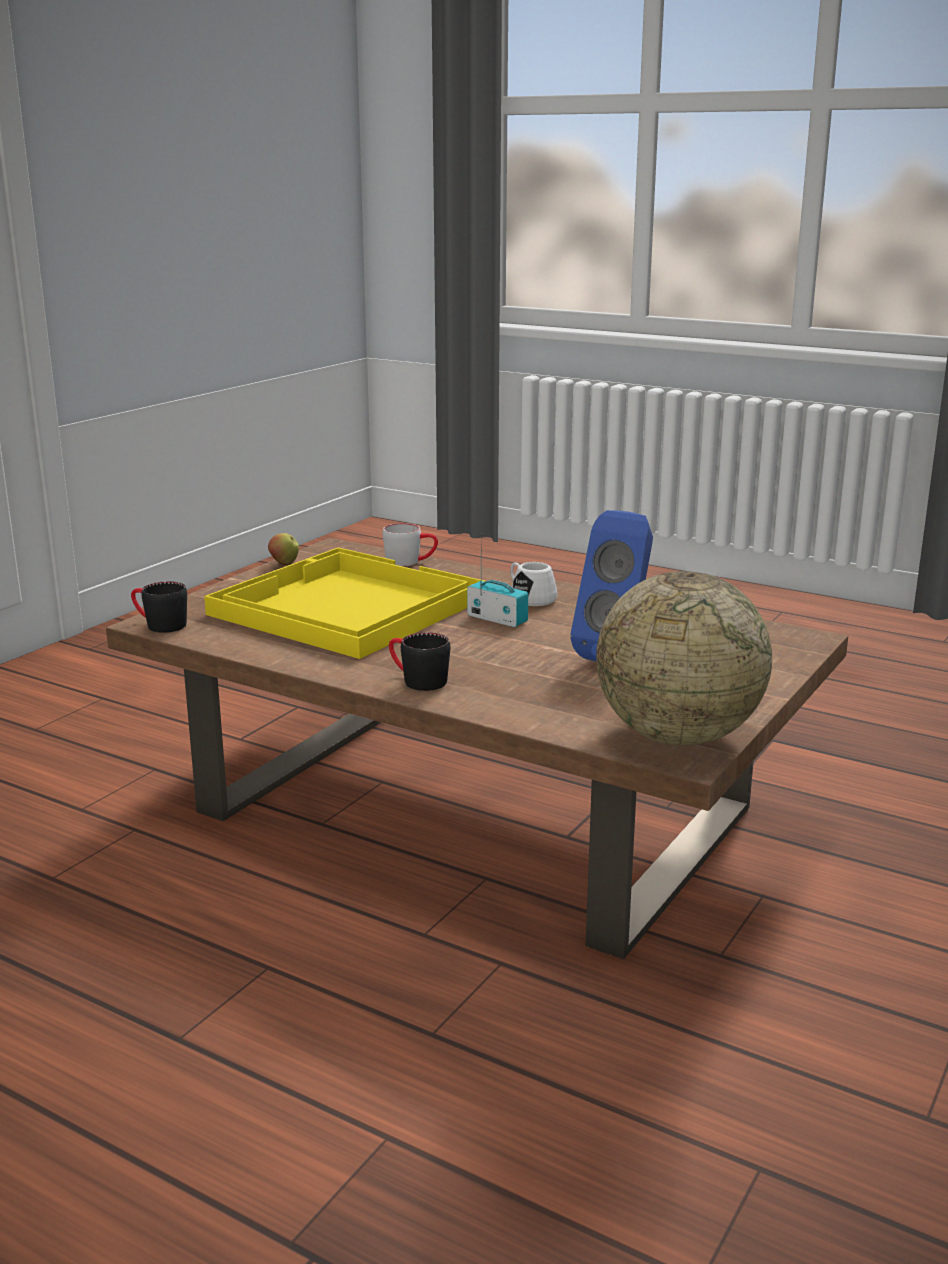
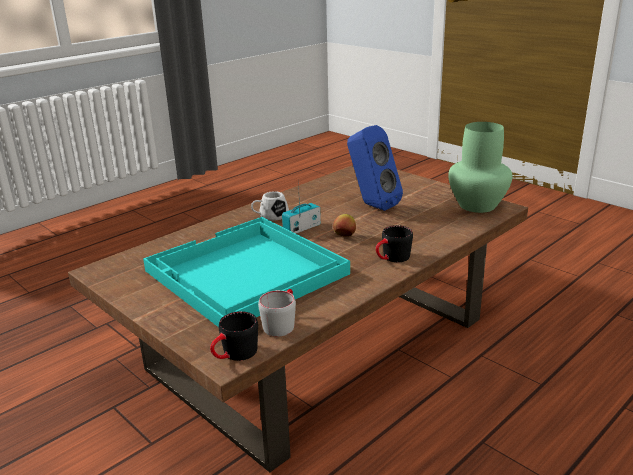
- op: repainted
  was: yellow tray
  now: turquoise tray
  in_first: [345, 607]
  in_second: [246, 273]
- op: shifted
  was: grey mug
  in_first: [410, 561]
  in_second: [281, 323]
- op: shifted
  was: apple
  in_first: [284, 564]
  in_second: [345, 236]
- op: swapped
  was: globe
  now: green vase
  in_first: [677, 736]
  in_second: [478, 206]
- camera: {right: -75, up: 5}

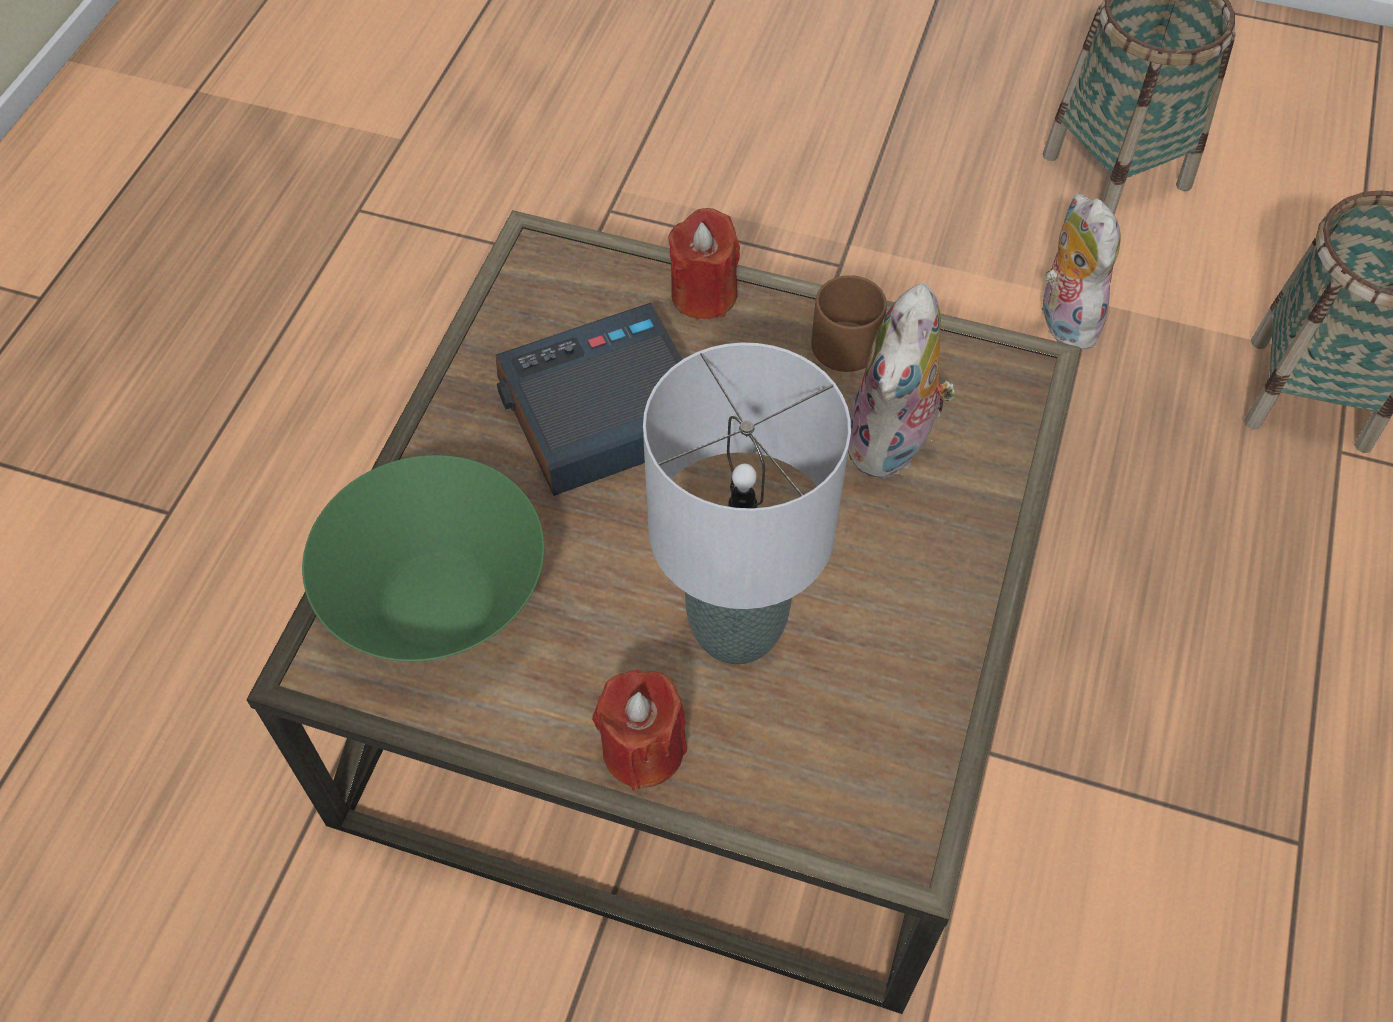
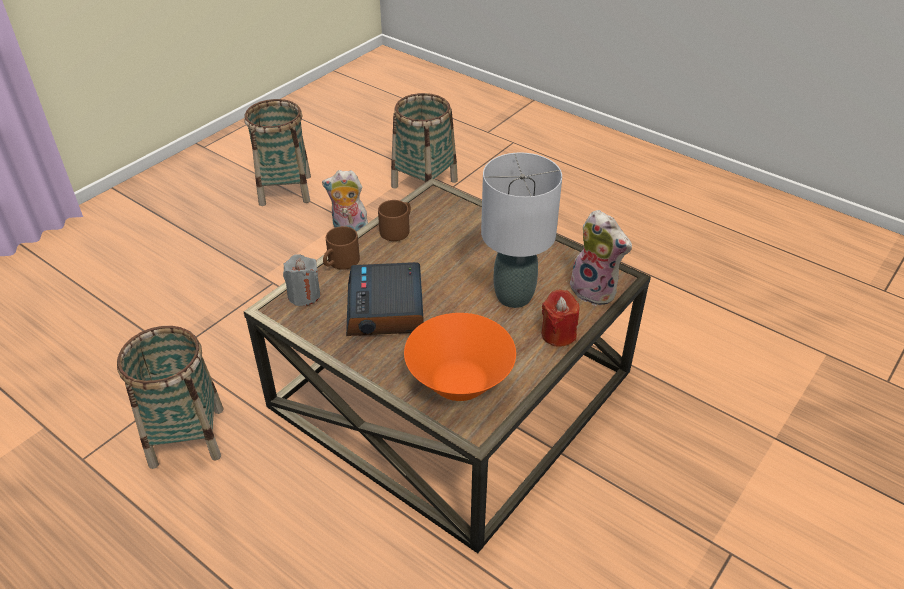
- op: new
  now: basket
  in_second: [187, 437]
- op: new
  now: grey candle
  in_second: [304, 295]
- op: swapped
  was: red candle
  now: brown mug
  in_first: [704, 294]
  in_second: [340, 263]
- op: repainted
  was: green bowl
  now: orange bowl
  in_first: [438, 602]
  in_second: [459, 383]
- op: shifted
  was: plush toy
  in_first: [892, 444]
  in_second: [596, 290]
- camera: {right: -70, up: -15}

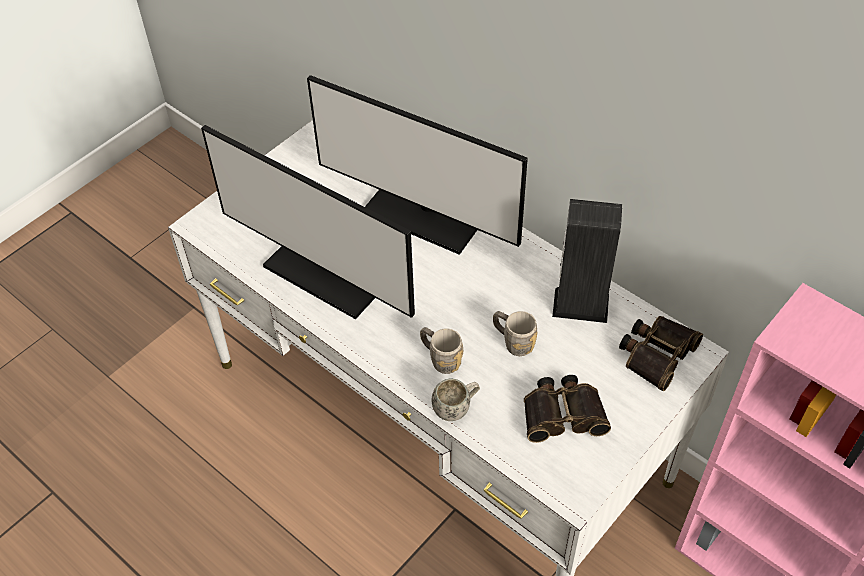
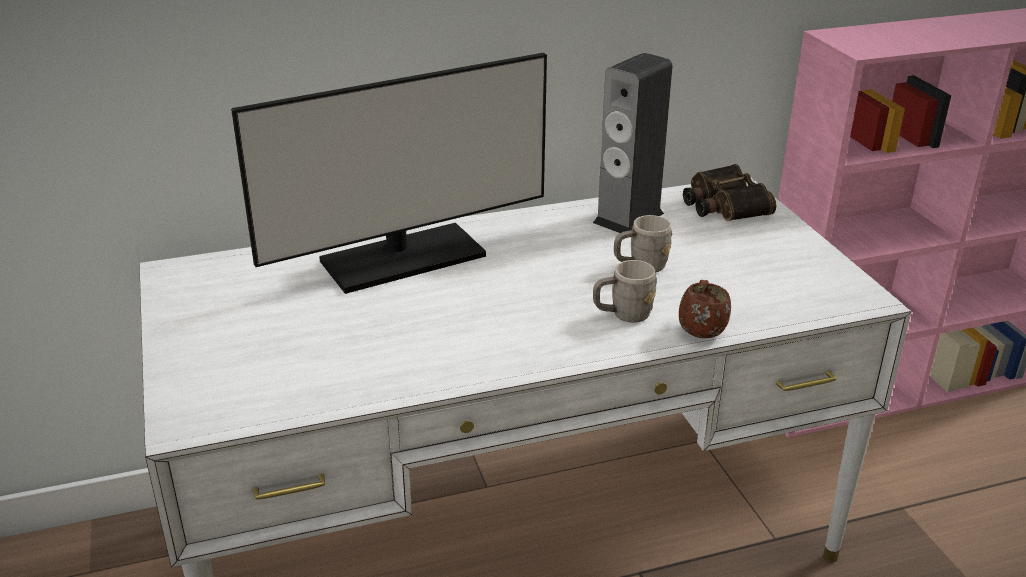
- op: repainted
  was: white mug
  now: brown mug
  in_first: [456, 408]
  in_second: [701, 328]
- op: gone
  was: monitor
  in_first: [325, 275]
- op: gone
  was: binoculars
  in_first: [563, 413]
- camera: {right: -60, up: -20}

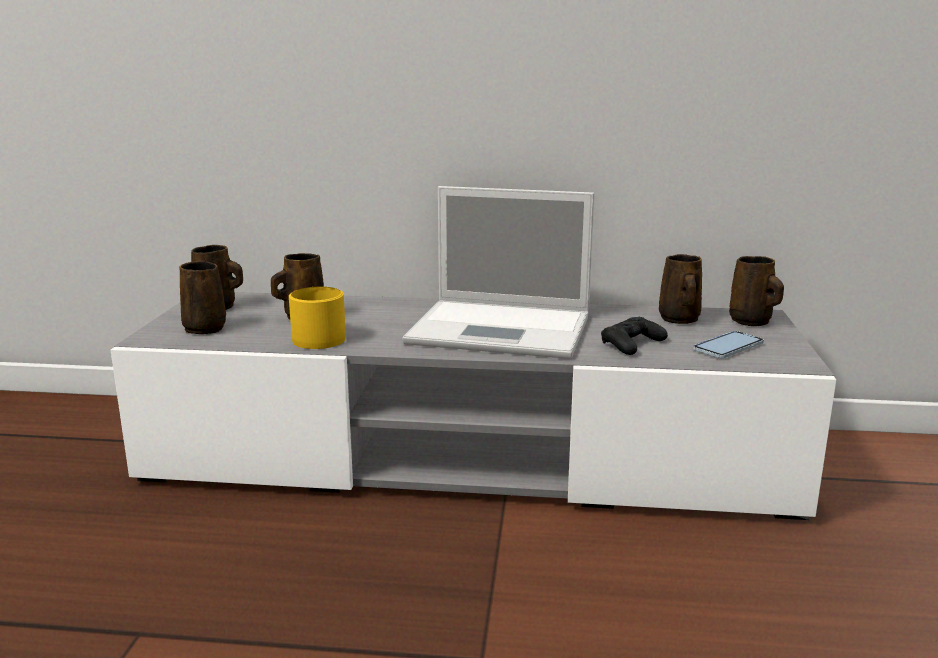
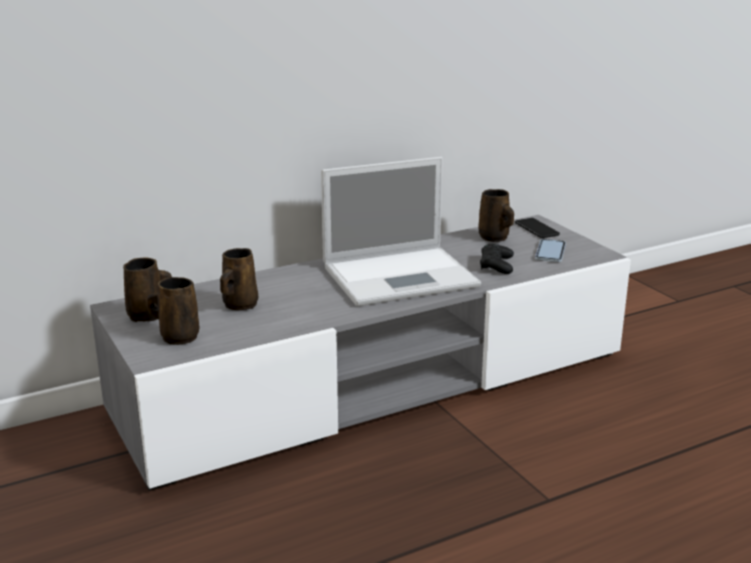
- op: swapped
  was: brown mug
  now: phone
  in_first: [751, 322]
  in_second: [536, 229]
- op: gone
  was: yellow mug
  in_first: [320, 337]
- camera: {right: -35, up: 5}

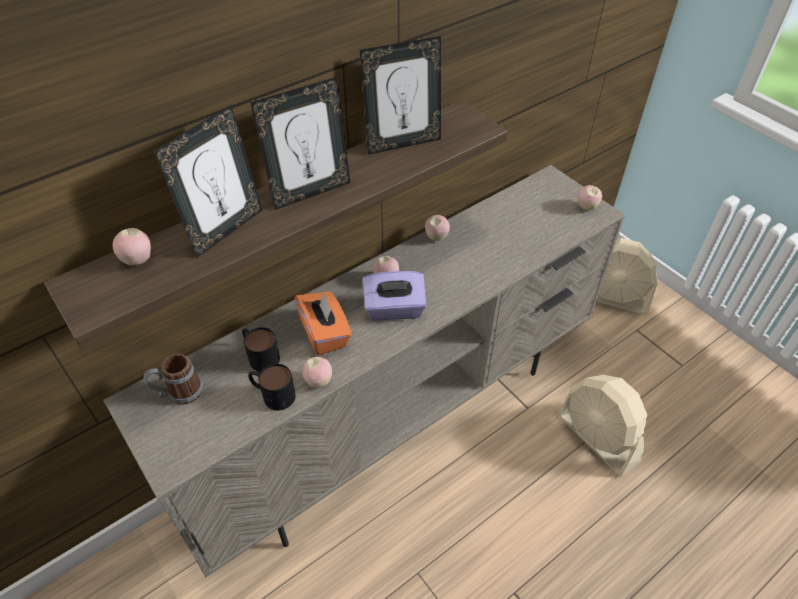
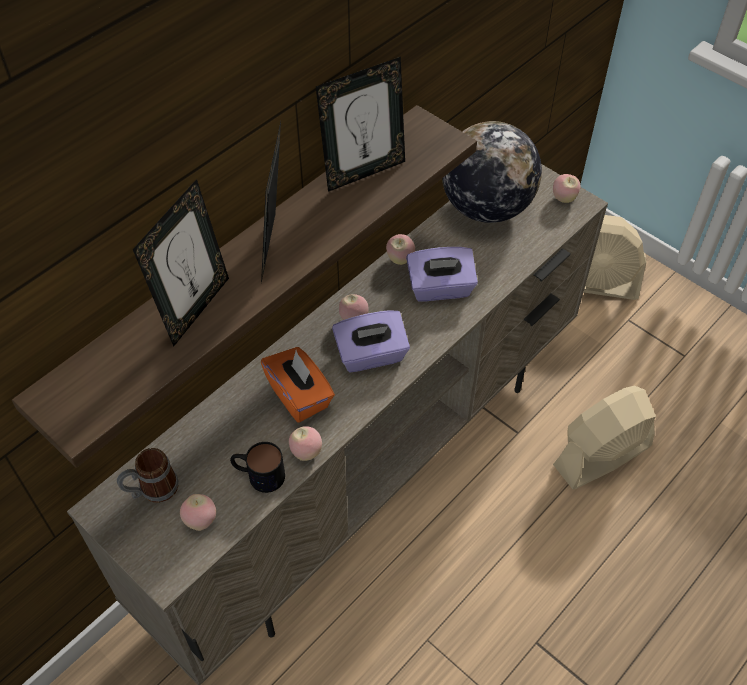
- op: shifted
  was: apple
  in_first: [138, 260]
  in_second: [201, 520]
- op: rotated
  was: picture frame
  in_first: [310, 192]
  in_second: [276, 248]
  clockwise: 135
- op: new
  now: purple tissue box
  in_second: [440, 288]
- op: new
  now: globe
  in_second: [486, 207]
- op: rotated
  was: beige fan
  in_first: [597, 438]
  in_second: [601, 456]
  clockwise: 105
- op: gone
  was: mug
  in_first: [260, 355]
- camera: {right: -10, up: 5}

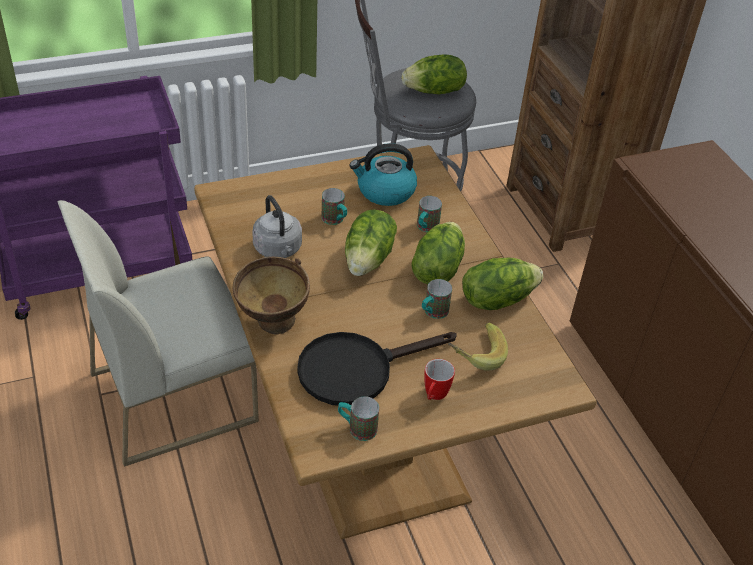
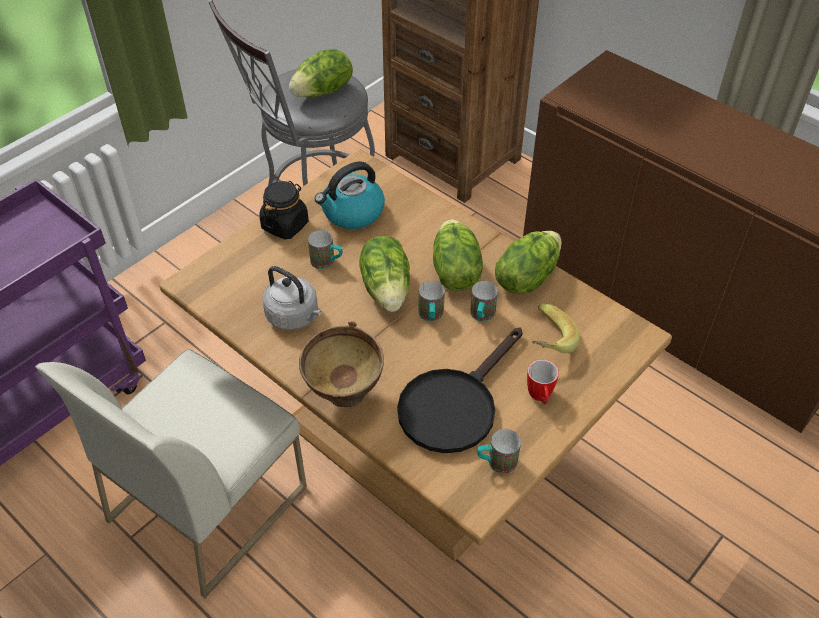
- op: new
  now: black jar
  in_second: [285, 225]
- op: shifted
  was: mug
  in_first: [425, 228]
  in_second: [431, 317]
- camera: {right: -25, up: 5}

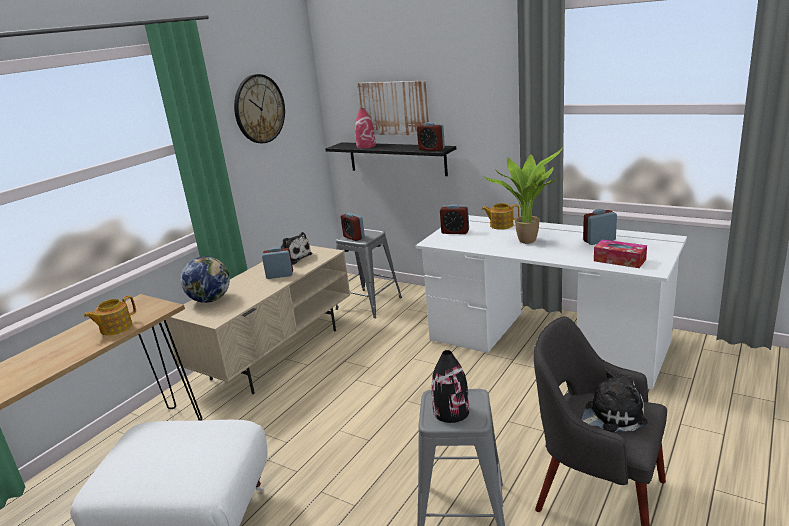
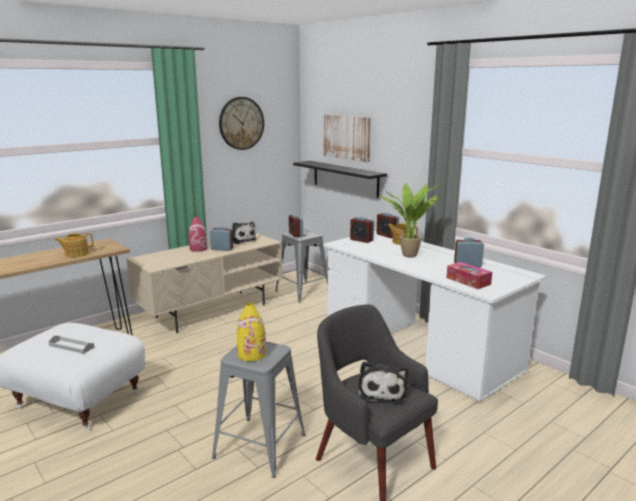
- op: new
  now: grey tray
  in_second: [71, 346]
- op: shifted
  was: red vase
  in_first: [366, 146]
  in_second: [198, 249]
- op: repainted
  was: black vase
  now: yellow vase
  in_first: [451, 411]
  in_second: [252, 354]
- op: rotated
  was: plush toy
  in_first: [611, 415]
  in_second: [382, 391]
  clockwise: 90
- op: shifted
  was: alarm clock
  in_first: [431, 149]
  in_second: [387, 235]
- op: gone
  was: globe
  in_first: [210, 300]
- camera: {right: 15, up: -5}

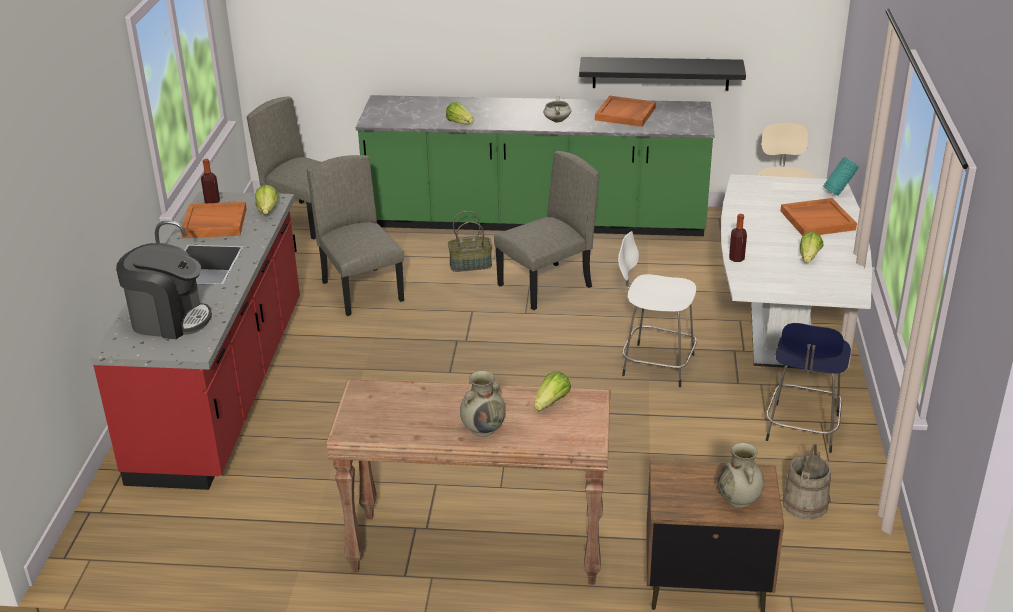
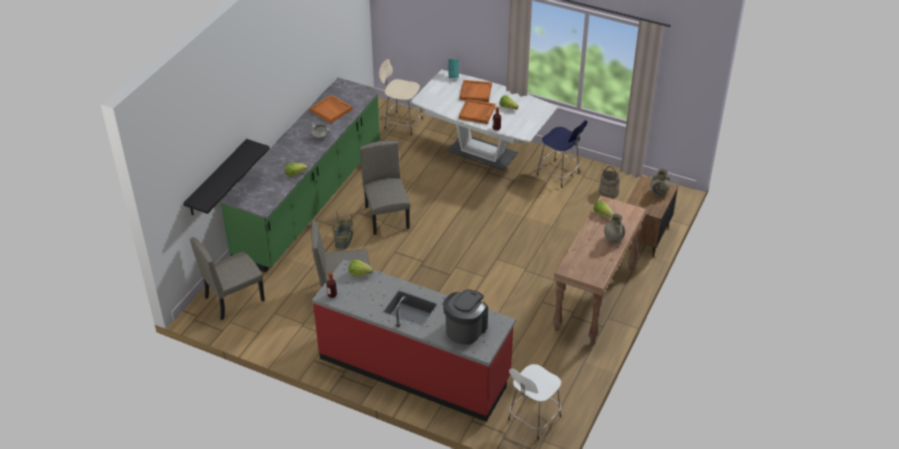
- op: shifted
  was: black shelf
  in_first: [660, 73]
  in_second: [217, 178]
- op: shifted
  was: orange tray
  in_first: [214, 223]
  in_second: [477, 113]
- op: shifted
  was: white stool
  in_first: [655, 364]
  in_second: [533, 419]
- camera: {right: -70, up: 10}

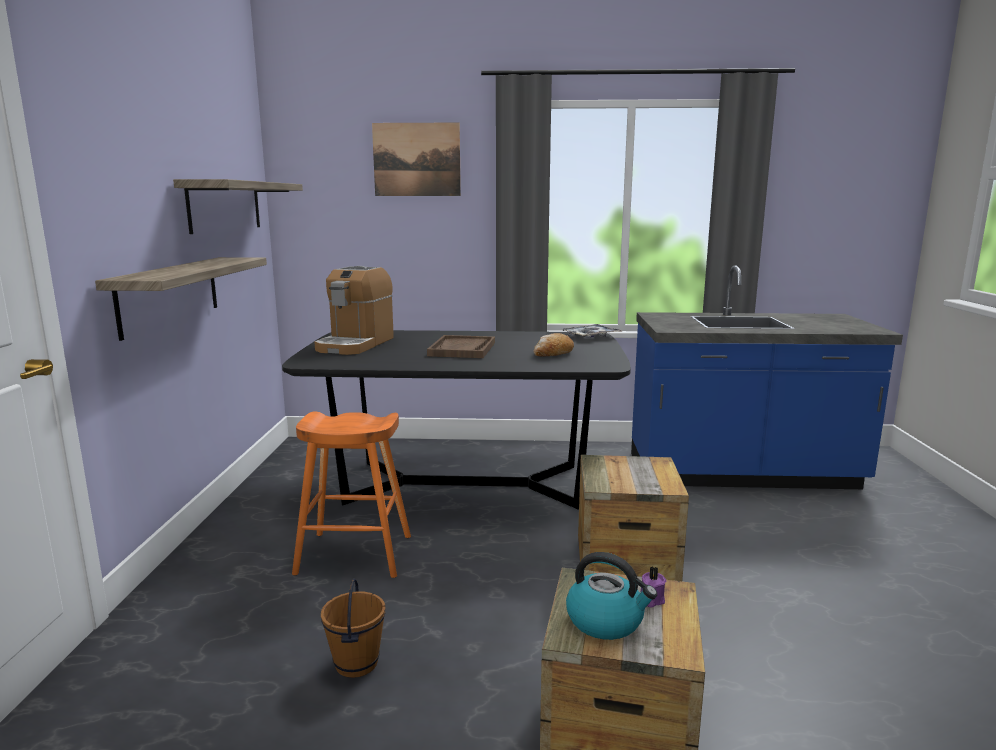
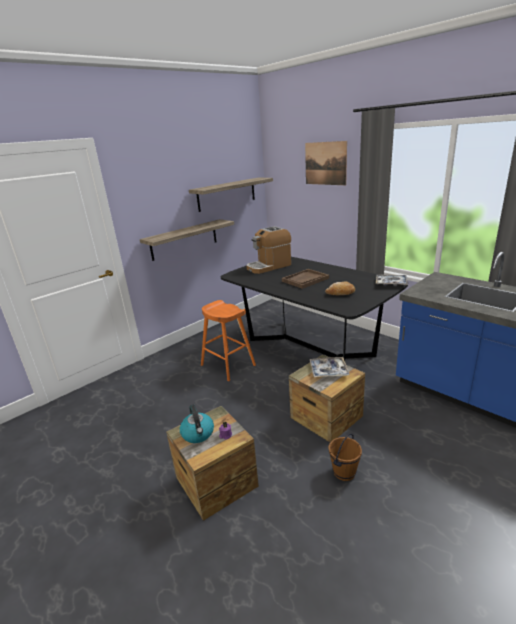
- op: new
  now: tray
  in_second: [328, 371]
- op: shifted
  was: brown bucket
  in_first: [355, 663]
  in_second: [344, 472]
- camera: {right: 45, up: 10}

